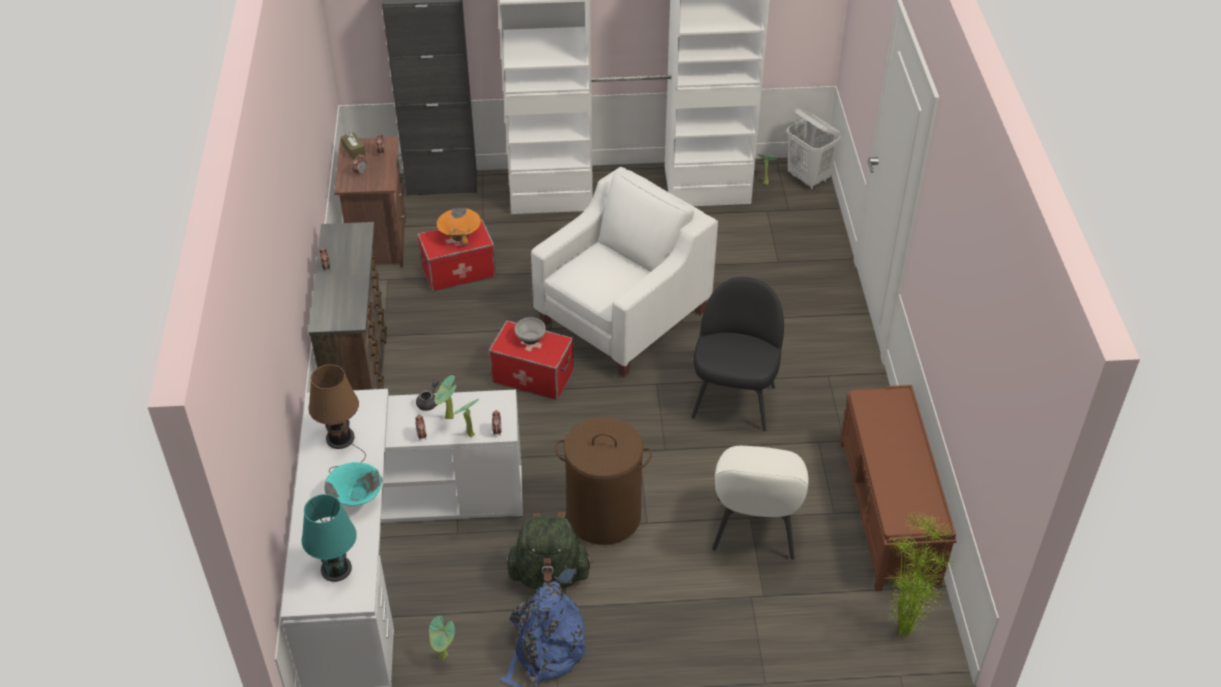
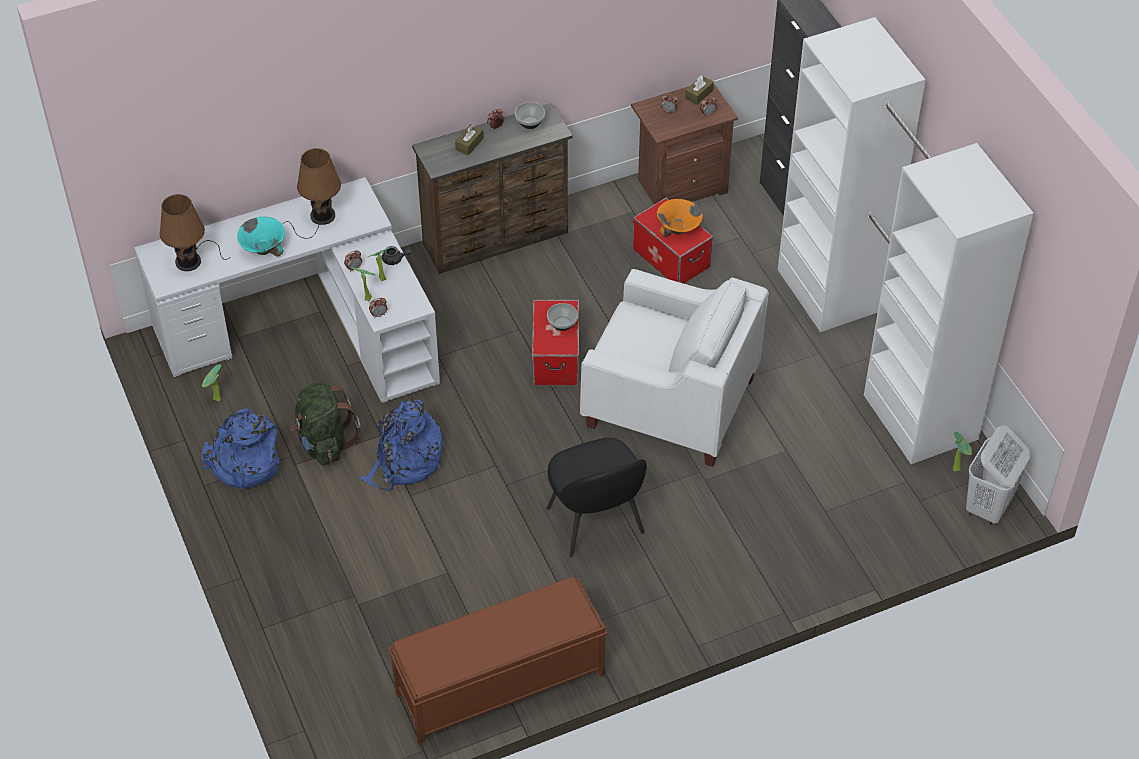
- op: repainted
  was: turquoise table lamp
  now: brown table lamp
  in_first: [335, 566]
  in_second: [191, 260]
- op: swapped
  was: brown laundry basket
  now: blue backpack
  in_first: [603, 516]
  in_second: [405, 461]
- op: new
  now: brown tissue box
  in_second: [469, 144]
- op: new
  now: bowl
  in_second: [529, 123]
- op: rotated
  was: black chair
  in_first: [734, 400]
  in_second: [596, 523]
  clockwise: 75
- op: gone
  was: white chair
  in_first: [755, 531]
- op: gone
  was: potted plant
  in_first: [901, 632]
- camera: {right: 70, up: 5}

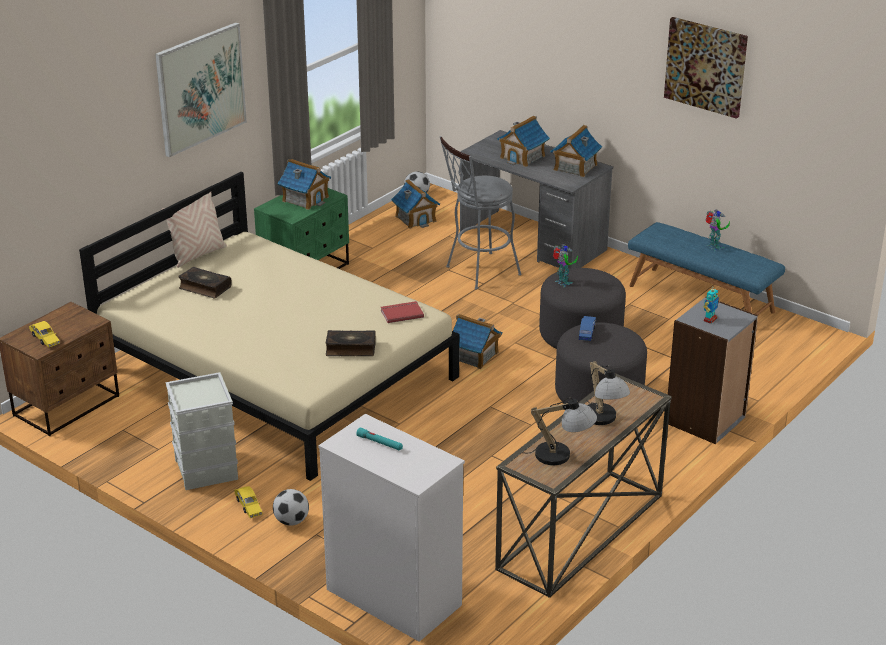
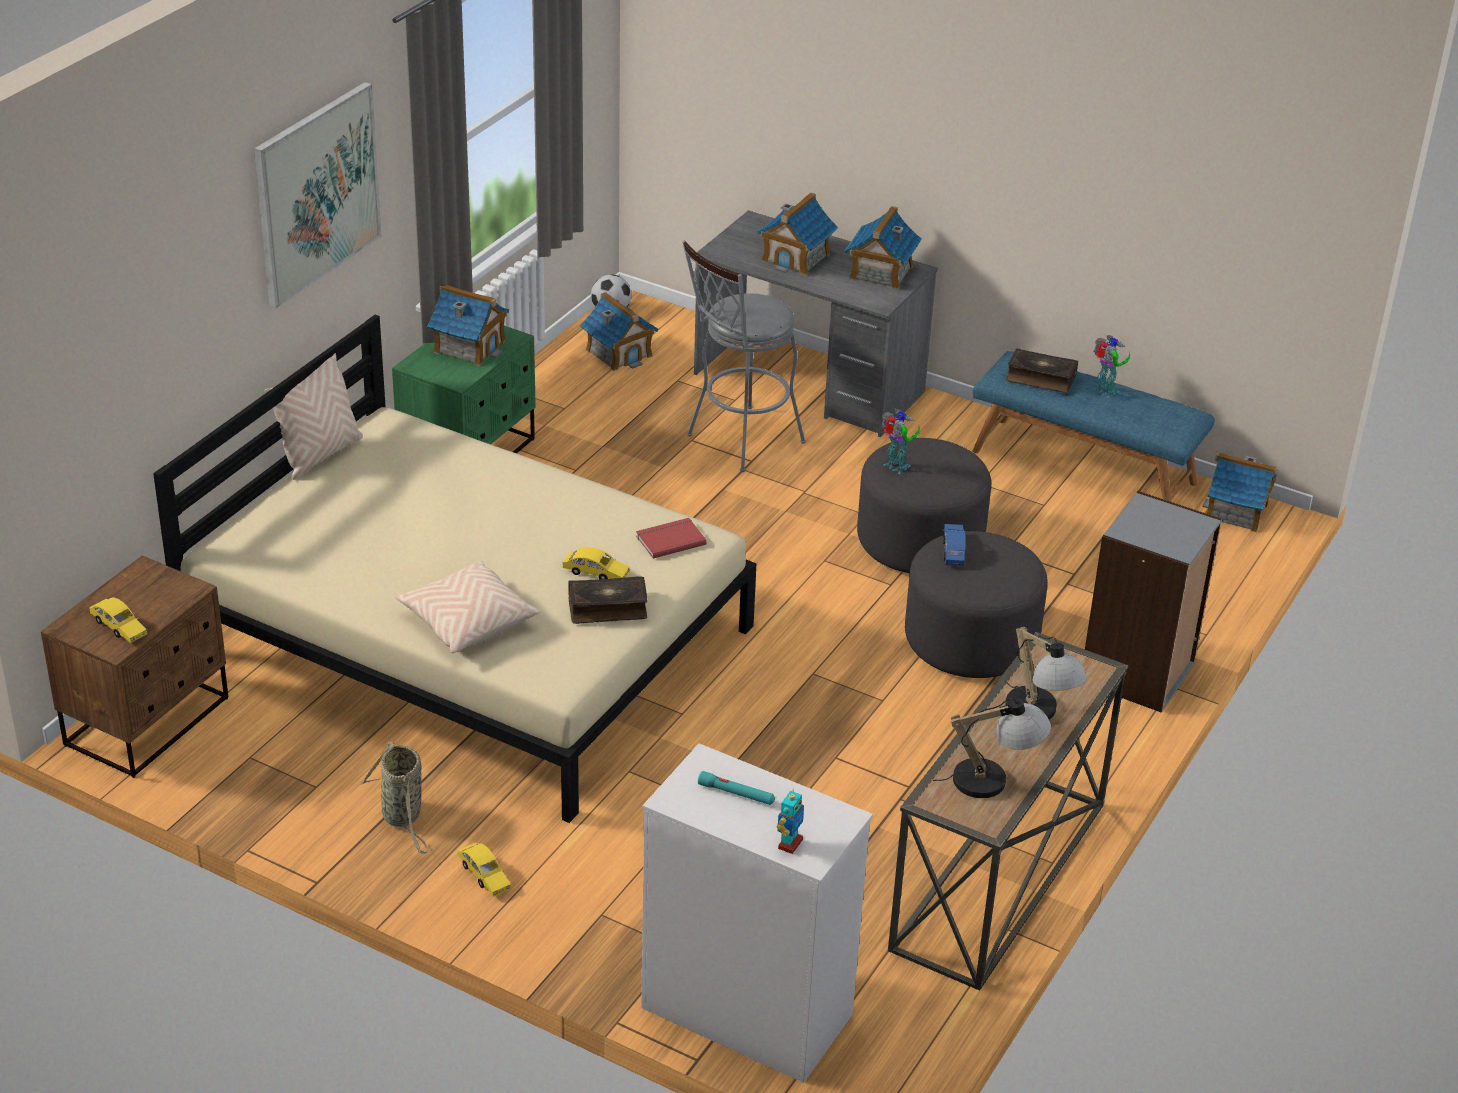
- op: swapped
  was: grey storage box
  now: basket
  in_first: [207, 470]
  in_second: [403, 817]
- op: new
  now: beige pillow
  in_second: [467, 621]
- op: new
  now: yellow toy car
  in_second: [596, 573]
- op: shifted
  was: toy robot
  in_first: [709, 319]
  in_second: [789, 844]
- op: shifted
  was: book
  in_first: [204, 288]
  in_second: [1040, 378]
- op: shifted
  was: toy house
  in_first: [474, 356]
  in_second: [1237, 512]
- op: gone
  was: football
  in_first: [291, 521]
- op: gone
  was: picture
  in_first: [706, 66]
- camera: {right: -10, up: 5}

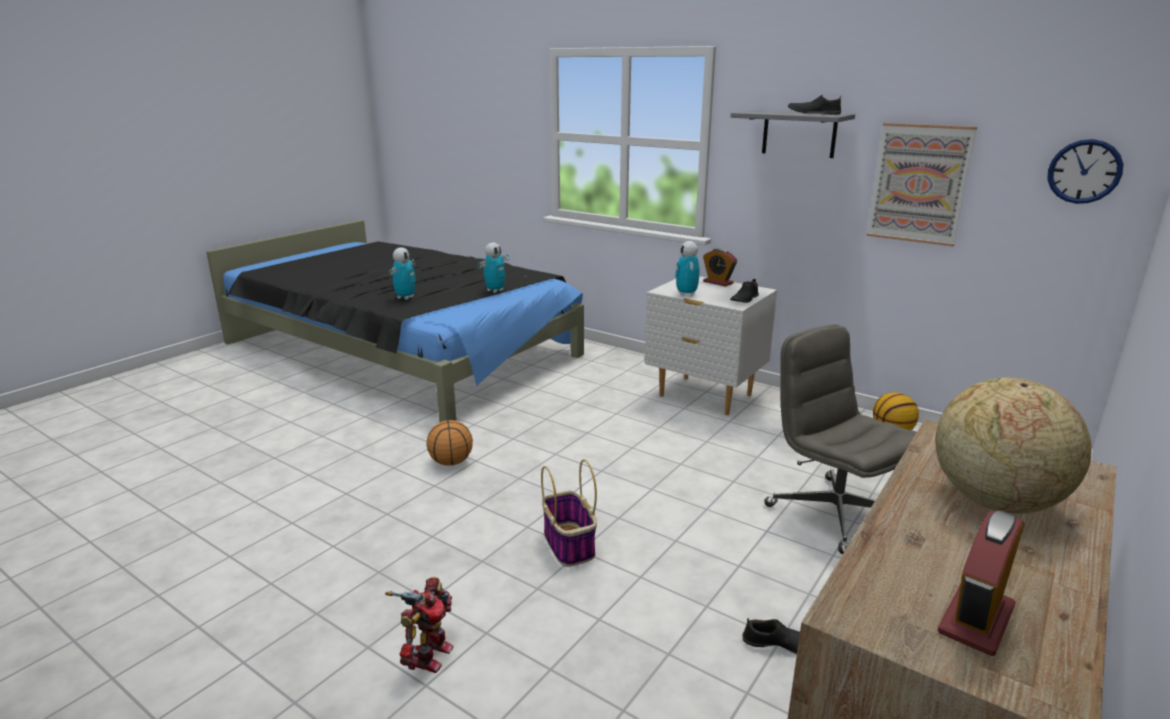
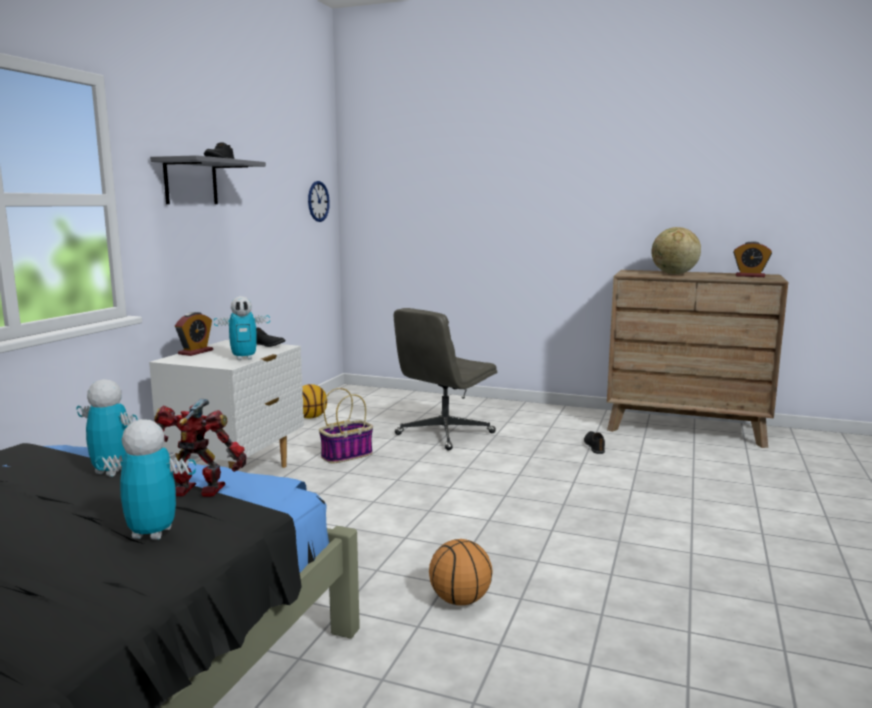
- op: shifted
  was: toy robot
  in_first: [429, 655]
  in_second: [197, 492]
- op: shifted
  was: basket
  in_first: [569, 545]
  in_second: [347, 455]
- op: gone
  was: picture
  in_first: [919, 184]
- camera: {right: -105, up: -10}

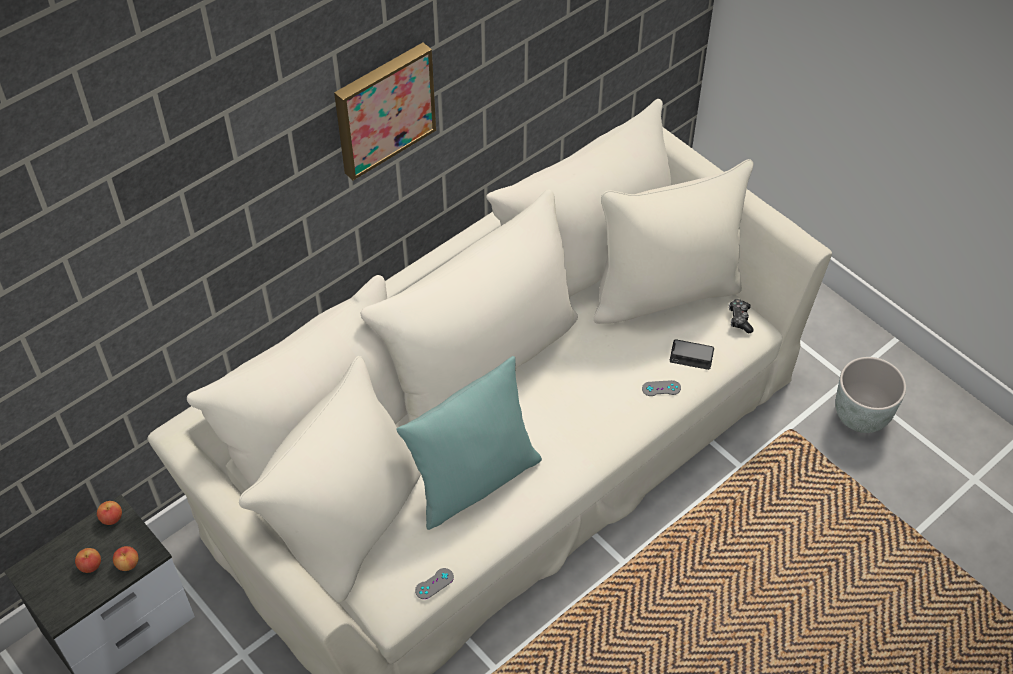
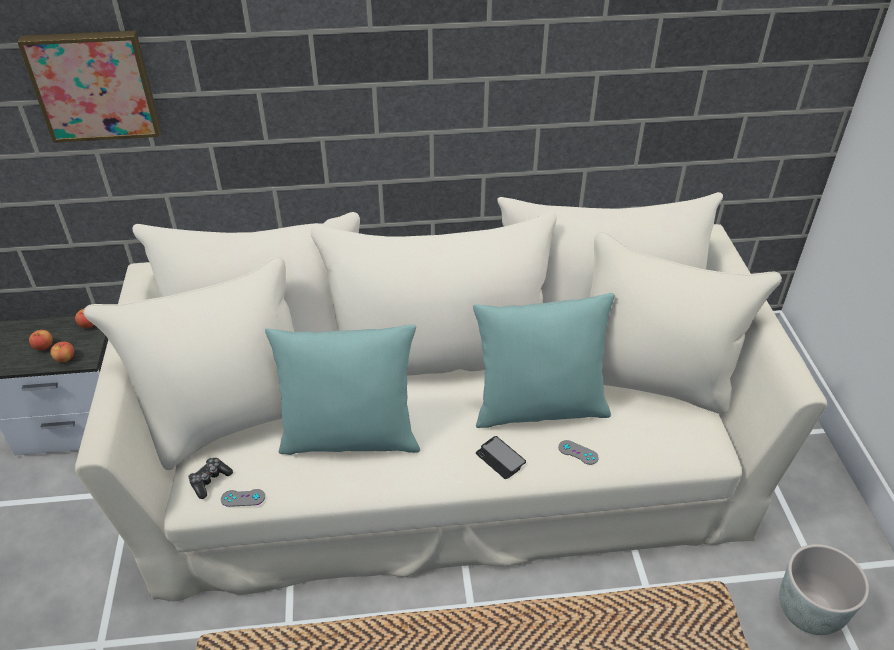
- op: shifted
  was: picture
  in_first: [383, 108]
  in_second: [94, 85]
- op: shifted
  was: game controller
  in_first: [740, 319]
  in_second: [209, 480]
- op: new
  now: turquoise pillow
  in_second: [539, 408]
- op: shifted
  was: phone
  in_first: [691, 355]
  in_second: [500, 458]
- camera: {right: 35, up: -10}

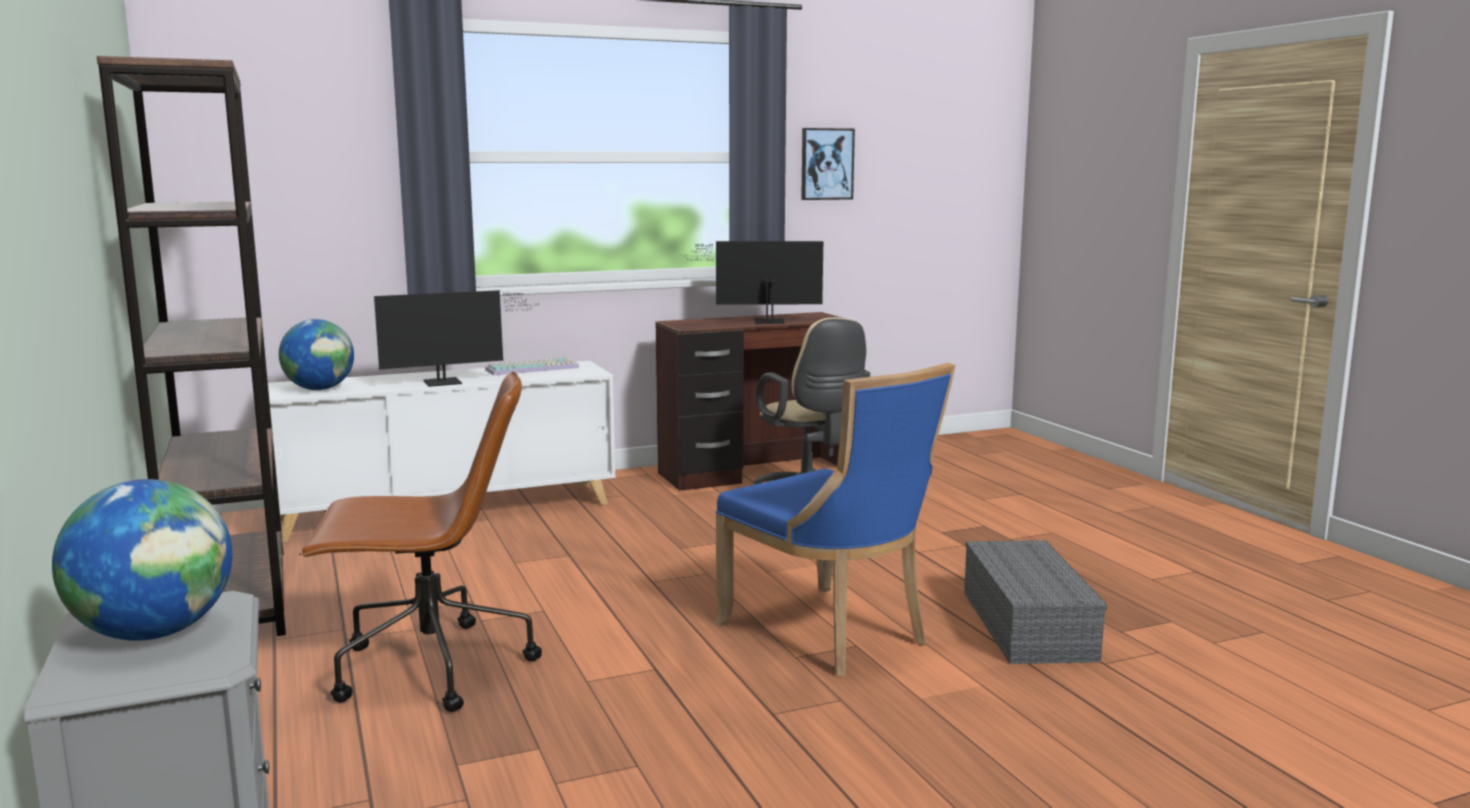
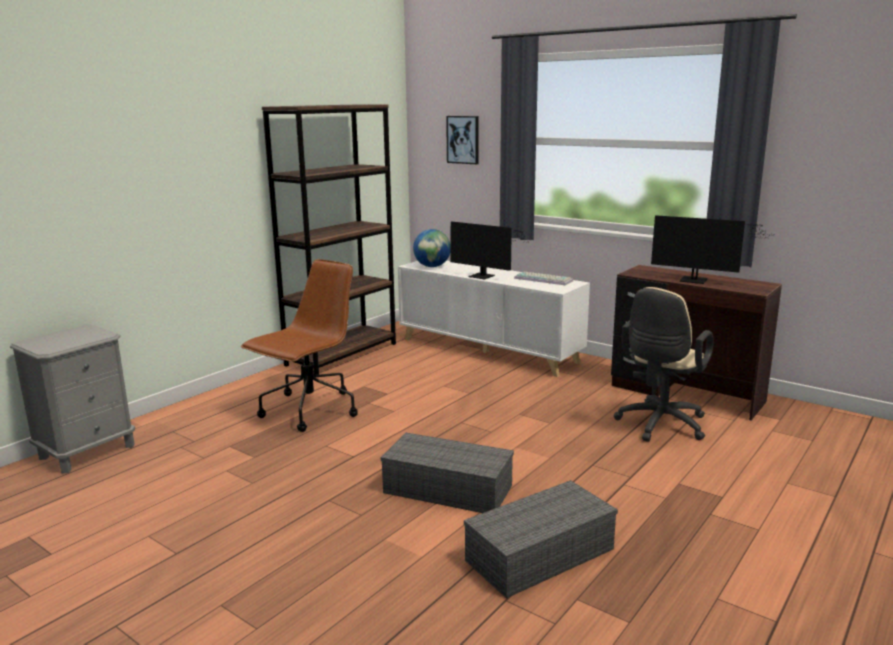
- op: rotated
  was: brown office chair
  in_first: [429, 669]
  in_second: [309, 411]
  clockwise: -105
- op: swapped
  was: blue chair
  now: grey storage box
  in_first: [830, 634]
  in_second: [445, 489]
- op: shifted
  was: picture
  in_first: [826, 164]
  in_second: [463, 139]
- op: rotated
  was: monitor
  in_first: [763, 321]
  in_second: [697, 281]
  clockwise: 150
- op: gone
  was: globe
  in_first: [154, 633]
- camera: {right: 60, up: 5}

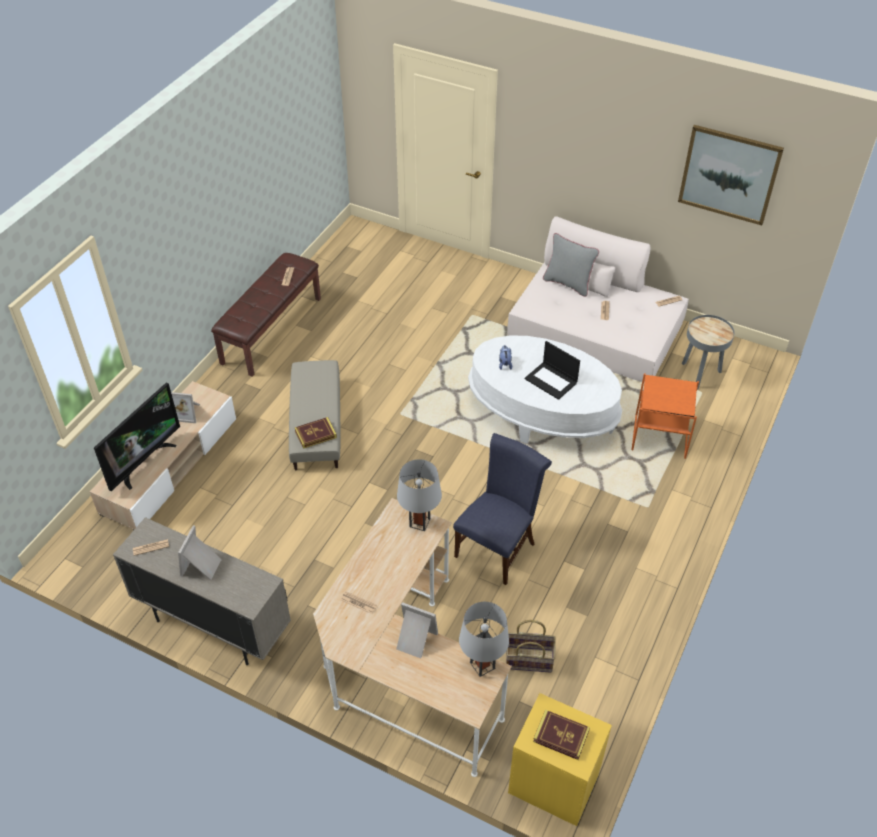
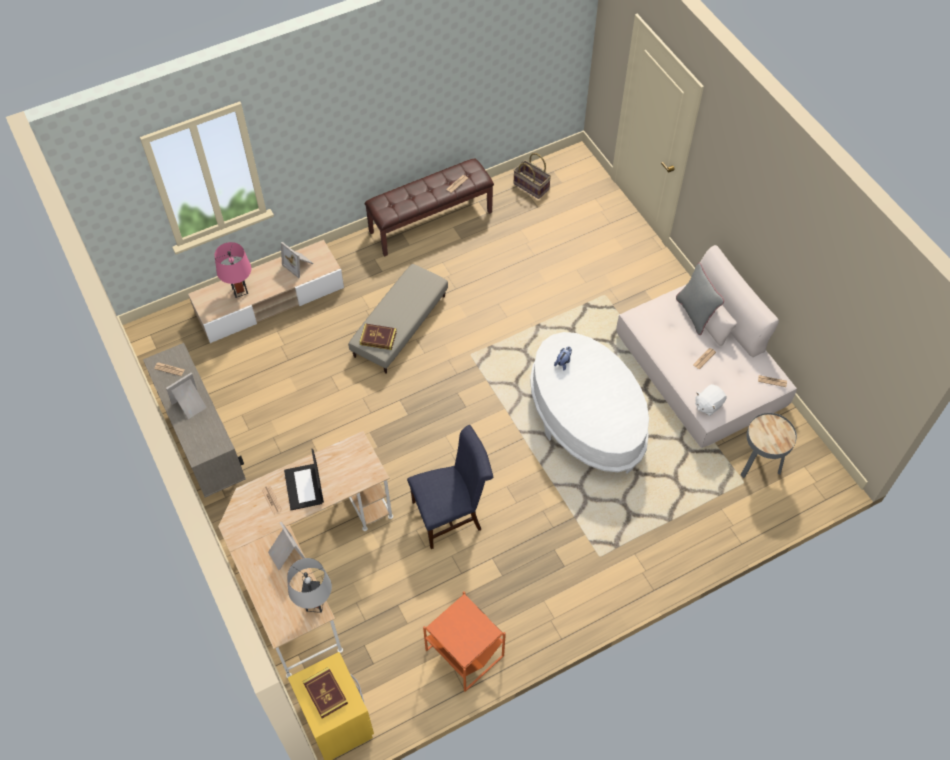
- op: swapped
  was: television
  now: pink table lamp
  in_first: [144, 462]
  in_second: [240, 291]
- op: shifted
  was: laptop
  in_first: [551, 381]
  in_second: [304, 487]
- op: shifted
  was: orange side table
  in_first: [660, 437]
  in_second: [464, 654]
- op: shifted
  was: basket
  in_first: [529, 659]
  in_second: [531, 186]
- op: new
  now: white plush toy
  in_second: [708, 405]
- op: gone
  was: grey table lamp
  in_first: [419, 522]
- op: gone
  was: picture
  in_first: [729, 174]
- camera: {right: 35, up: 10}

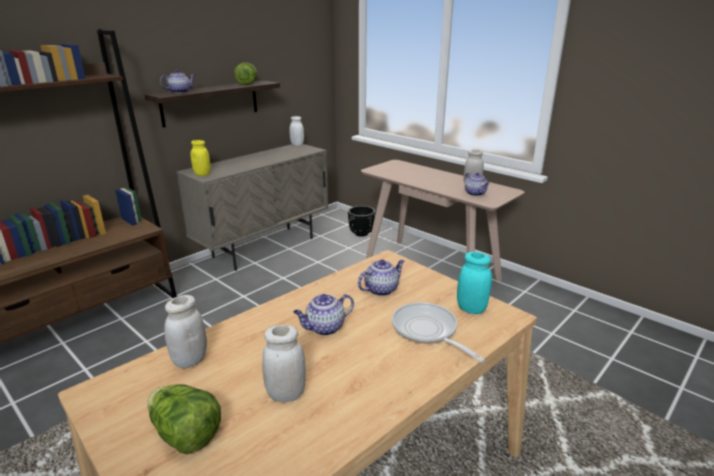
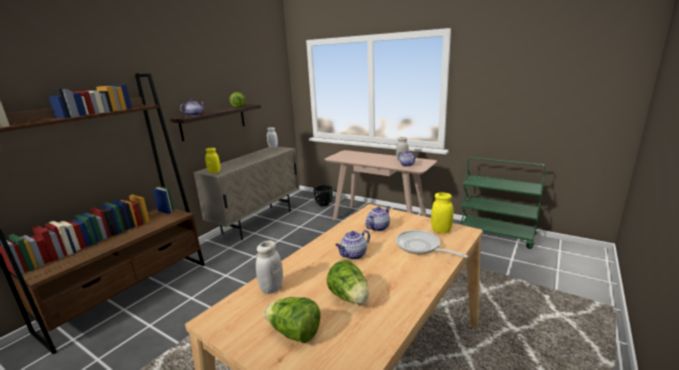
- op: swapped
  was: white jar
  now: lettuce
  in_first: [286, 394]
  in_second: [349, 297]
- op: repainted
  was: turquoise jar
  now: yellow jar
  in_first: [471, 309]
  in_second: [441, 230]
- op: new
  now: green cart
  in_second: [496, 234]
- camera: {right: -10, up: -5}

